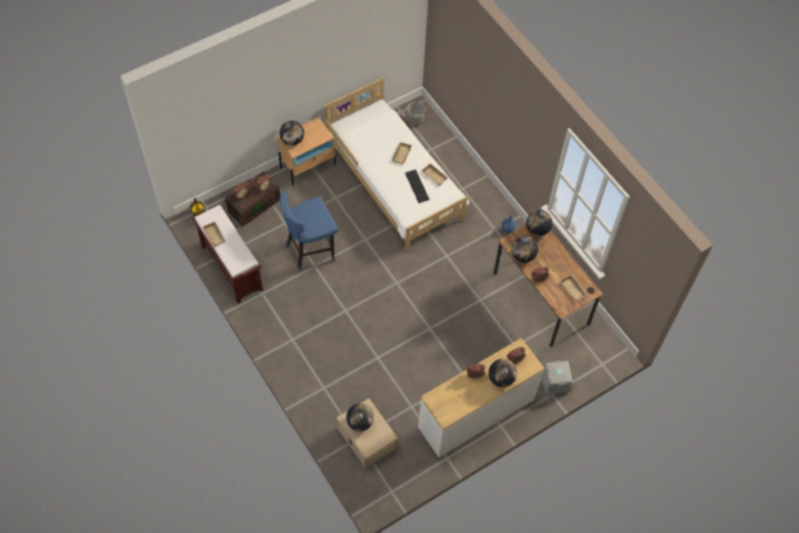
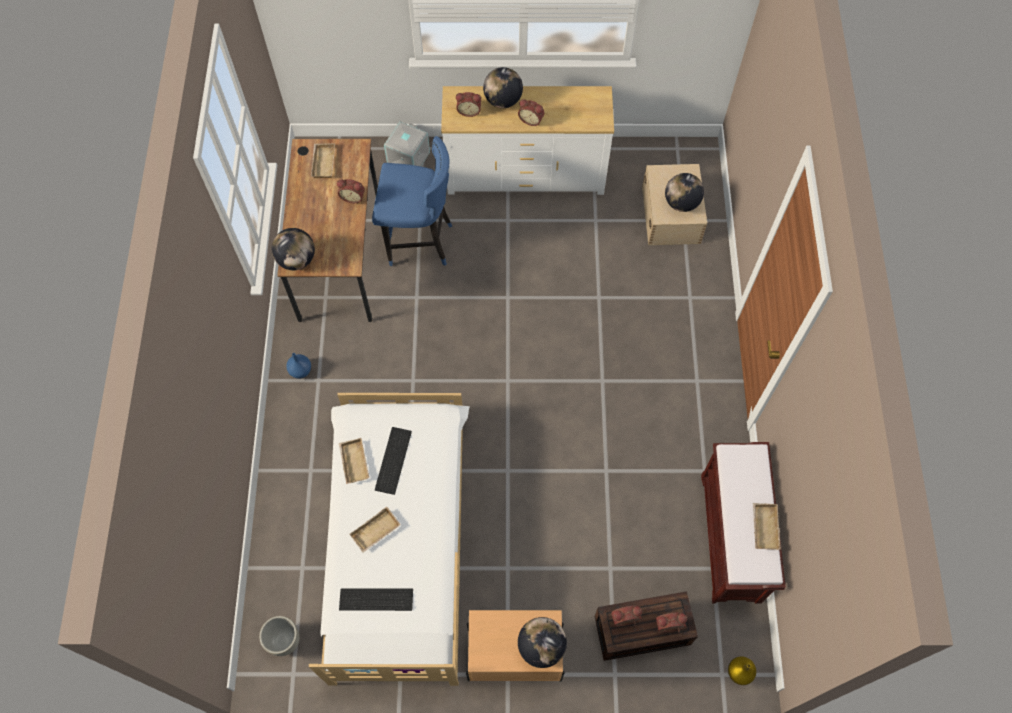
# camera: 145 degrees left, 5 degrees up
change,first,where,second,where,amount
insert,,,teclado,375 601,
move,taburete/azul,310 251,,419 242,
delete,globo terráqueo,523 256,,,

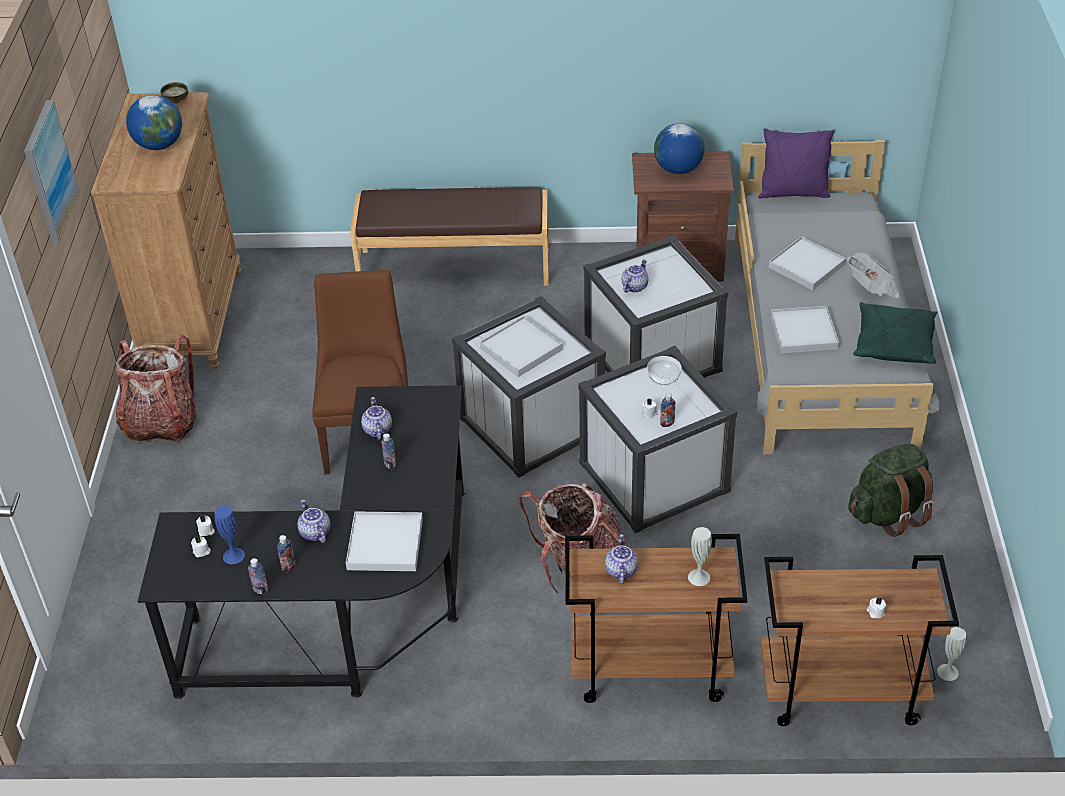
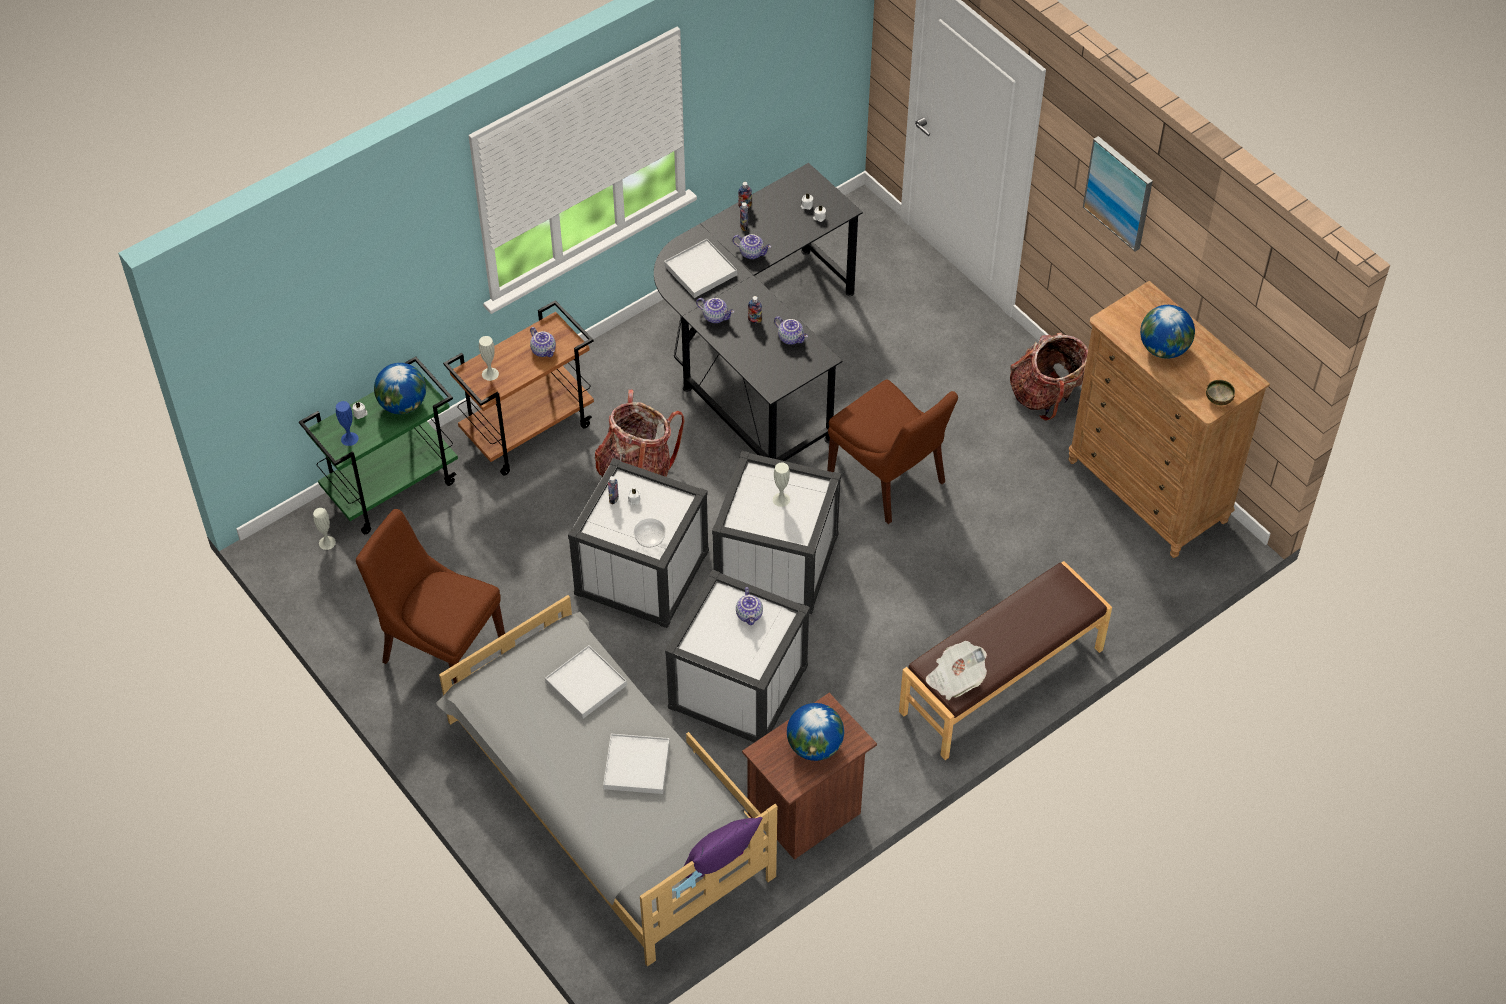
# camera: 140 degrees right, 10 degrees up
change,first,where,second,where,amount
recolor,carrito/marrón,840 692,carrito/verde,392 487,
move,florero/azul,233 556,,349 439,
replace,mochila/verde,889 513,silla/marrón,440 647,
insert,,,globo terráqueo,403 404,
insert,,,tetera,716 316,
replace,bandeja/blanco,521 349,florero/blanco,781 499,
move,periódico,872 288,,955 678,
delete,cojín/verde,893 344,,,

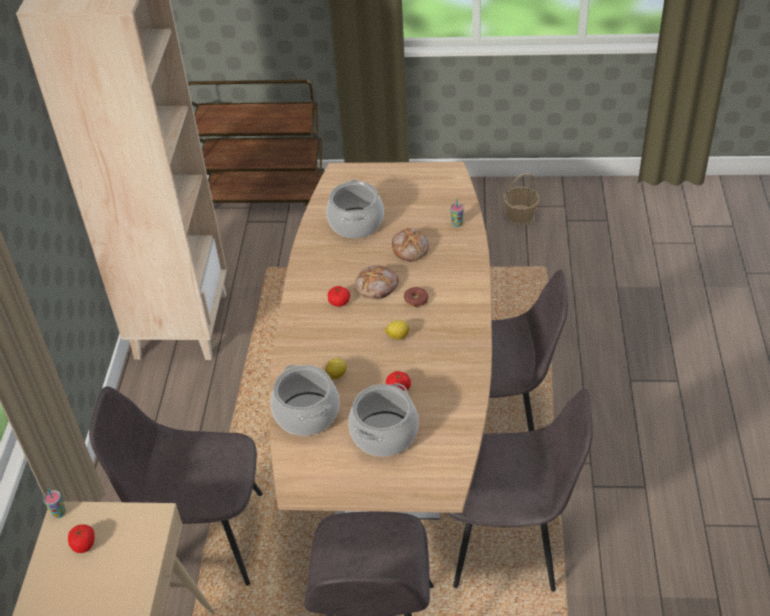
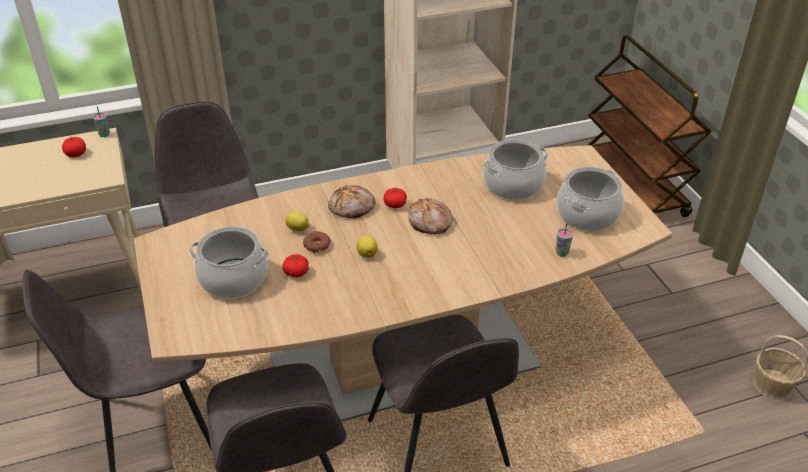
# camera: 65 degrees right, 5 degrees down
change,first,where,second,where,amount
move,rosquilla,416 300,,317 246,
move,pan,411 249,,352 208,
move,olla,307 414,,588 215,

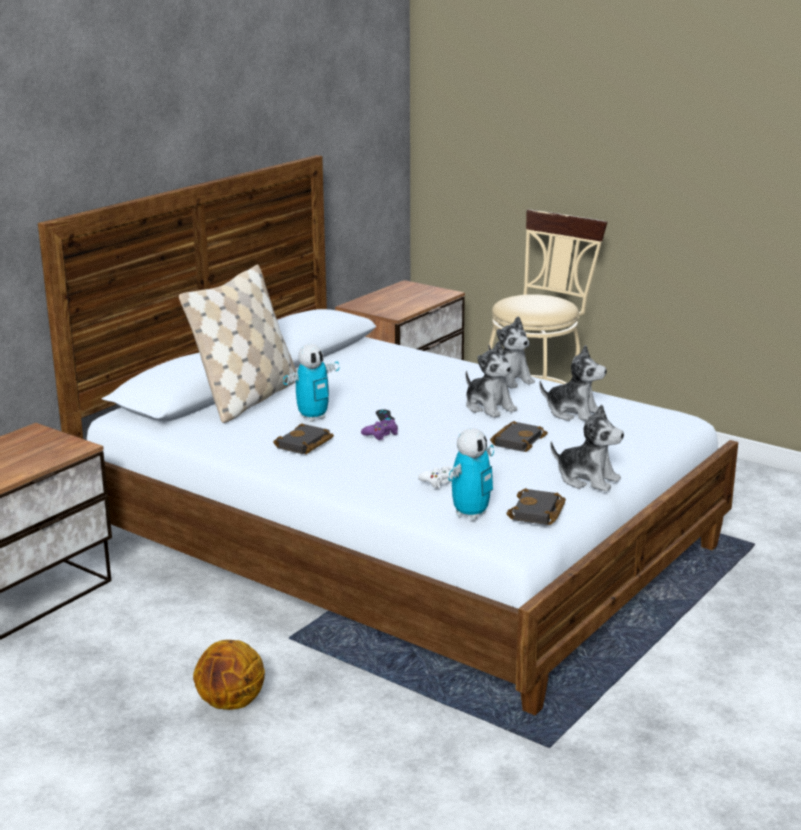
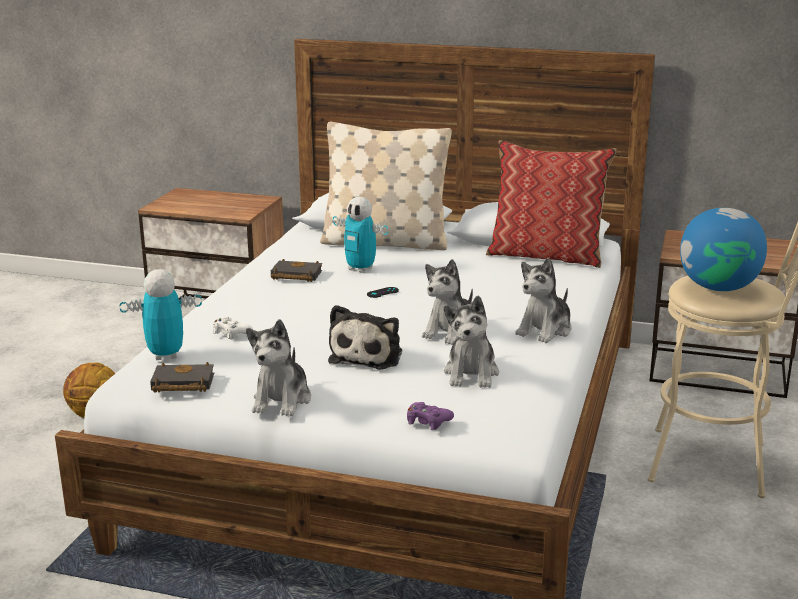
# camera: 70 degrees right, 0 degrees up
change,first,where,second,where,amount
rotate,robot de juguete,471 514,,165 355,150 degrees clockwise
replace,libro/negro,517 440,peluche,368 355,
move,mando de consola/morado,381 434,,427 421,
insert,,,cojín,546 255,
insert,,,globo terráqueo,718 287,

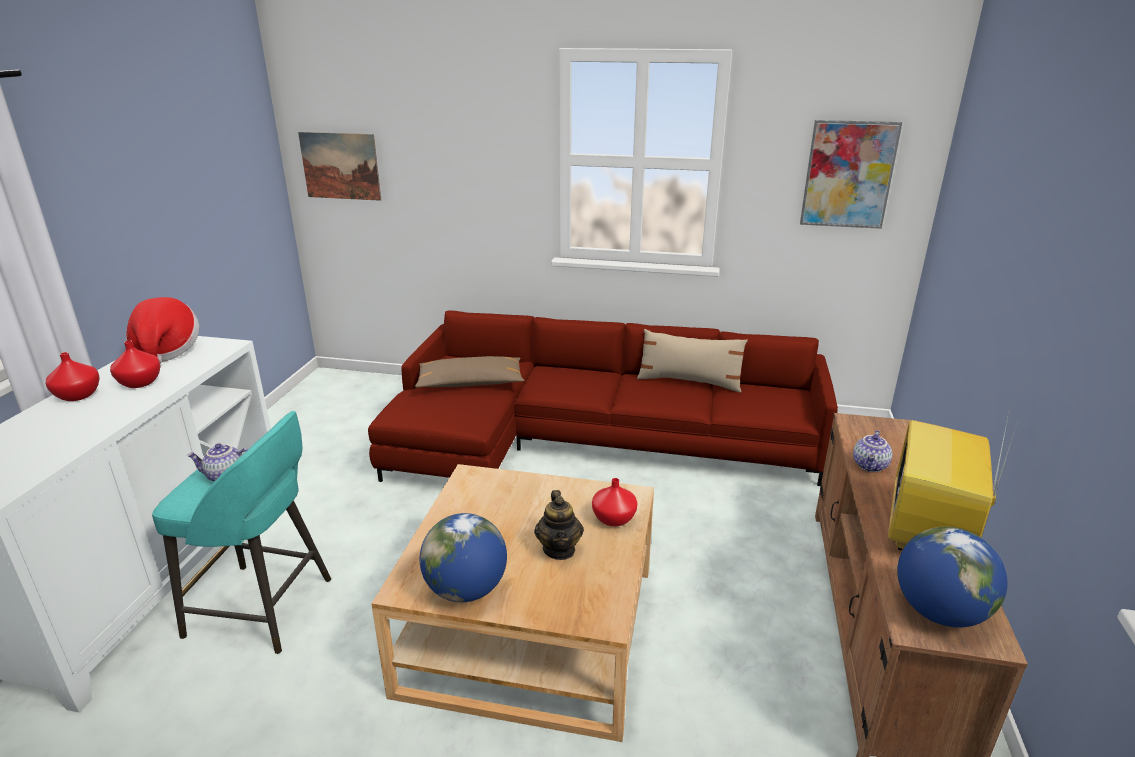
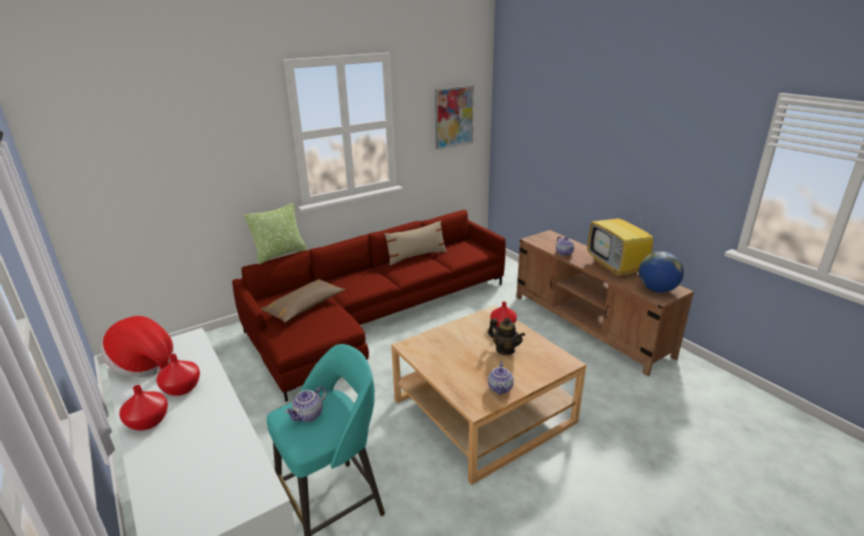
# camera: 45 degrees left, 0 degrees up
change,first,where,second,where,amount
insert,,,cojín,280 254,
replace,globo terráqueo,466 590,tetera,500 388,
delete,cuadro,340 166,,,

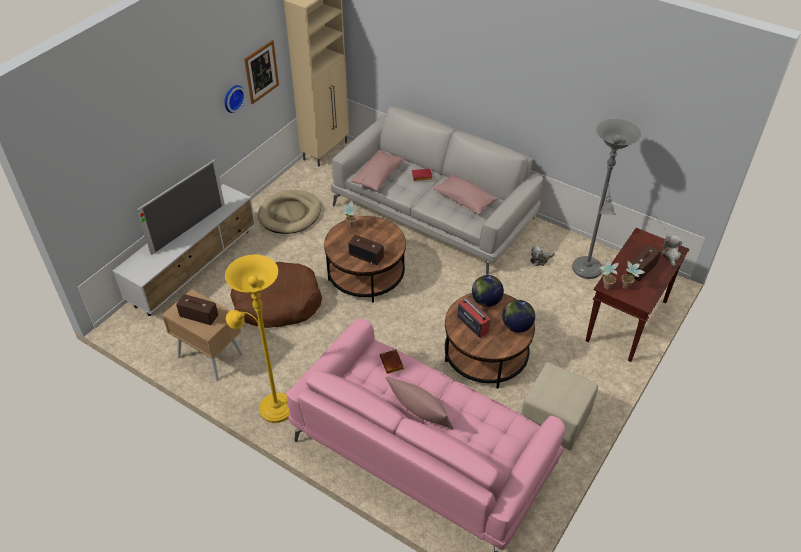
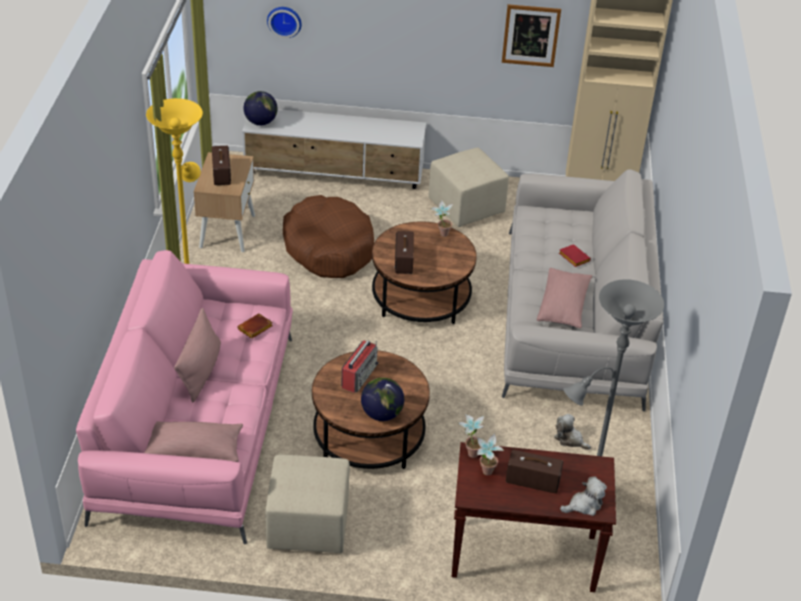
# camera: 60 degrees right, 5 degrees down
change,first,where,second,where,amount
move,cojín/rosa,378 176,,194 451,
move,globo terráqueo,486 301,,260 122,
move,reloj de pared,232 98,,284 20,
replace,cama para perro/beis,290 214,puf/beis,467 207,
delete,televisor,188 228,,,

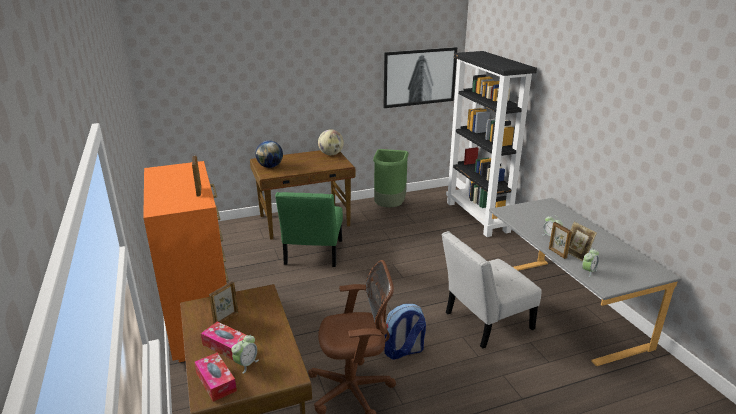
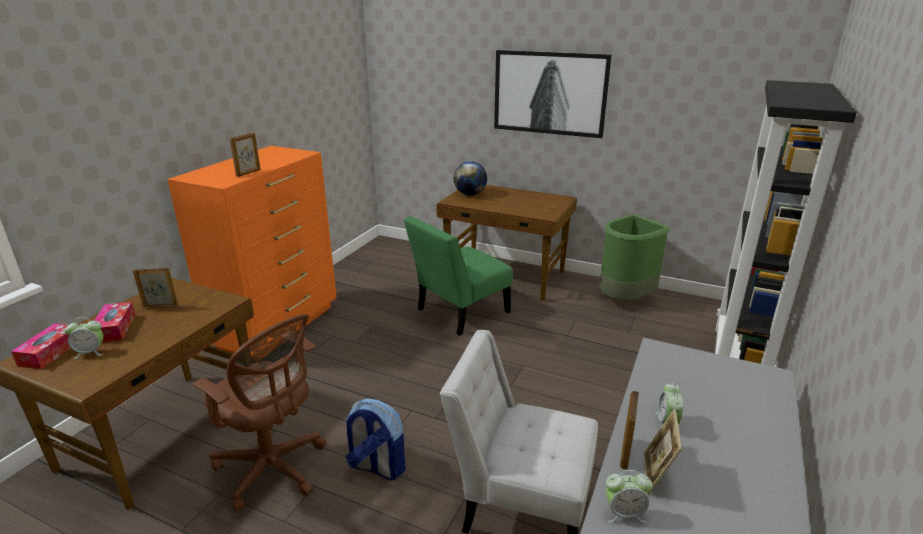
# camera: 45 degrees right, 0 degrees up
change,first,where,second,where,amount
move,cuadro,419 77,,550 93,
delete,globo terráqueo,331 154,,,

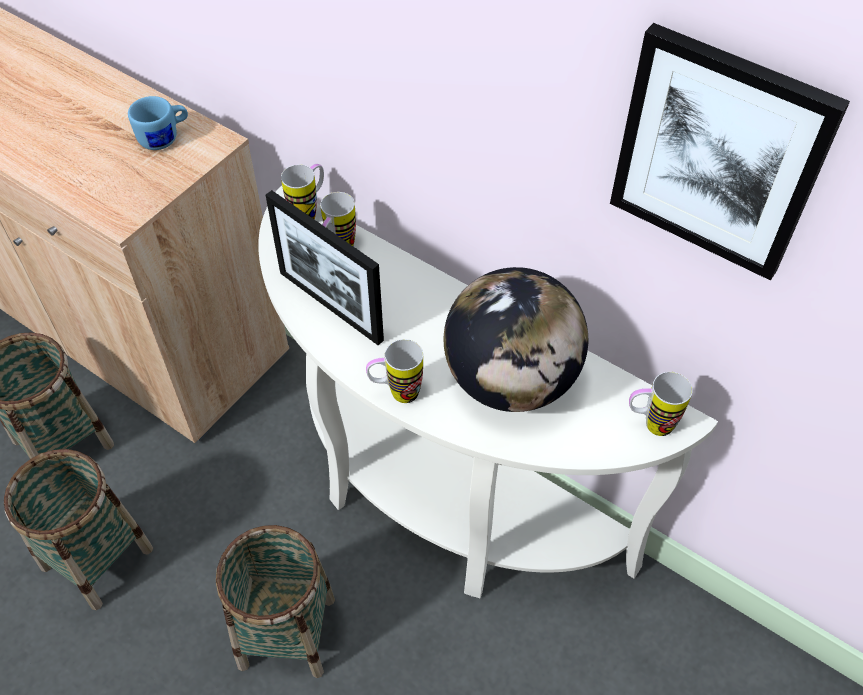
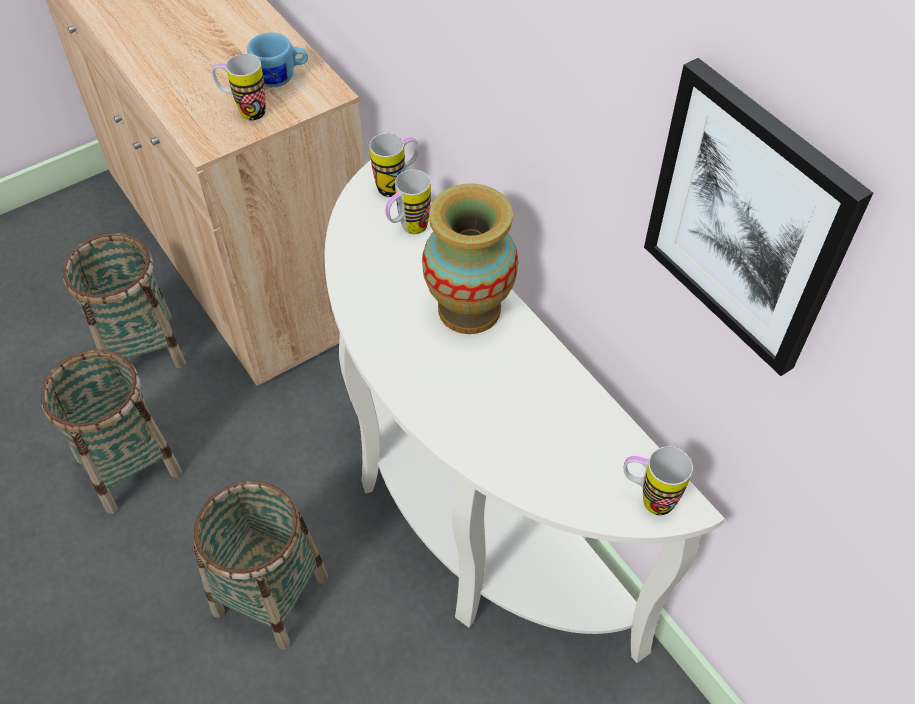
# camera: 20 degrees right, 0 degrees up
change,first,where,second,where,amount
move,taza grande,396 393,,244 111,
insert,,,florero,469 309,
delete,portarretratos,330 306,,,
delete,globo terráqueo,510 380,,,

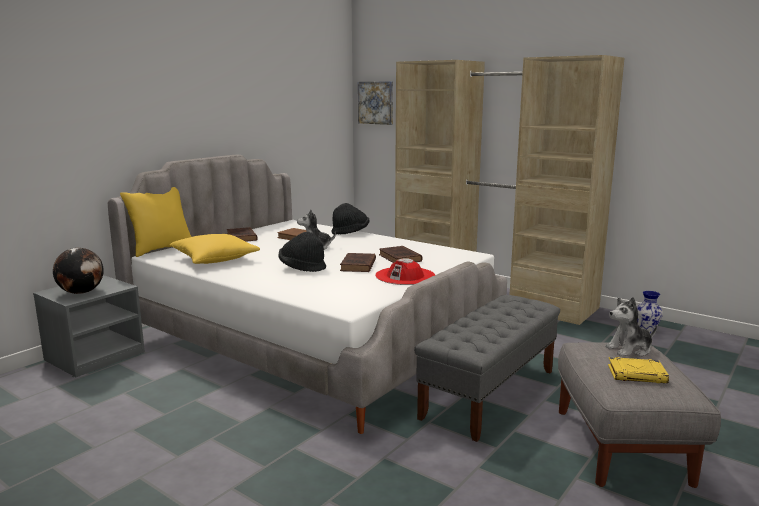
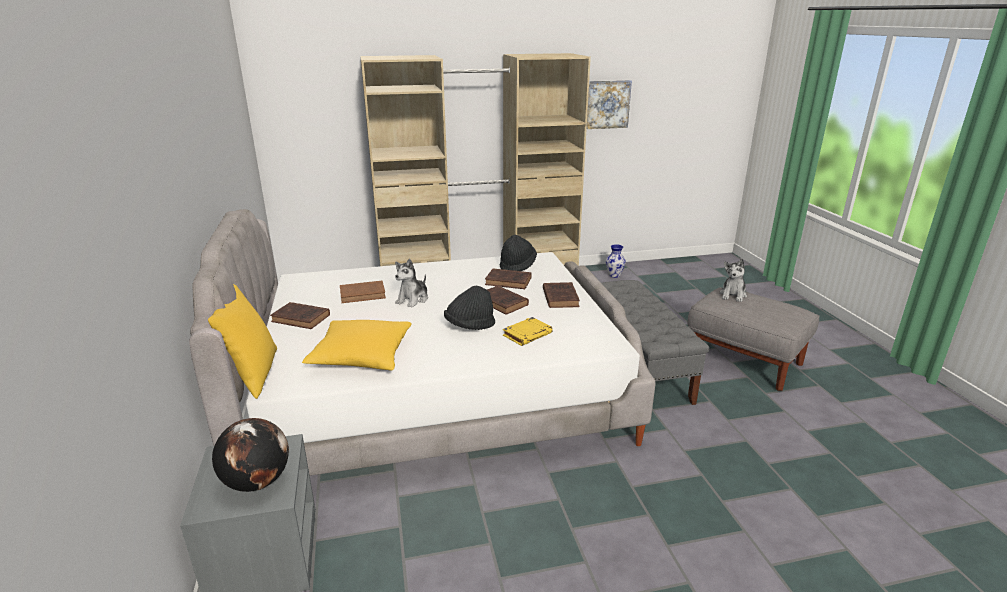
# camera: 50 degrees left, 10 degrees up
change,first,where,second,where,amount
move,sombrero/negro,350 233,,517 266,
move,libro/amarillo,637 374,,527 334,
replace,sombrero/rojo,405 276,libro/marrón,560 297,
move,cuadro,376 102,,606 104,

